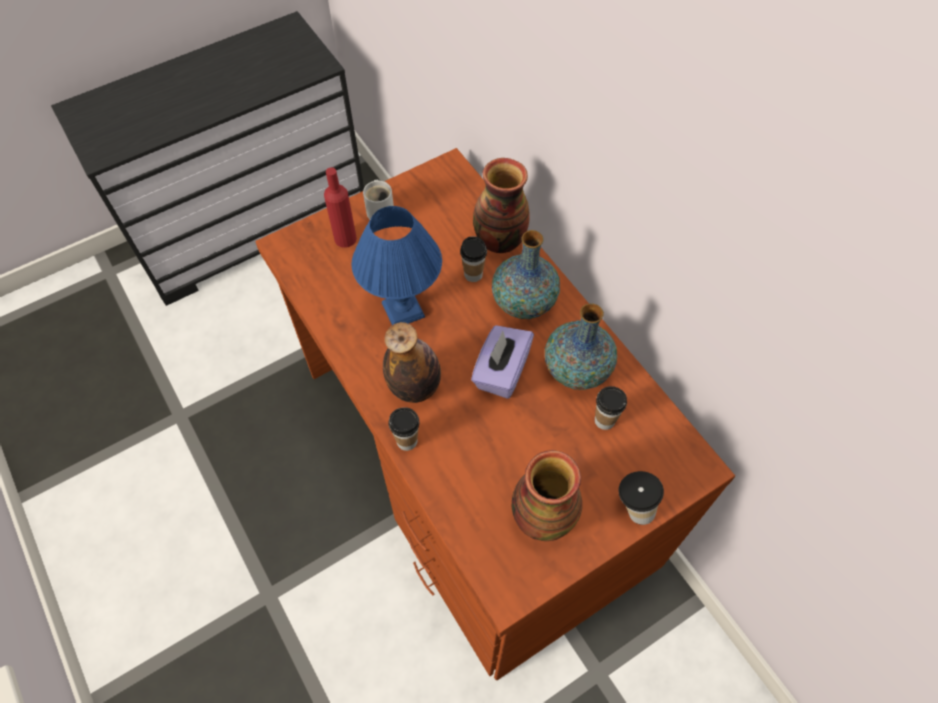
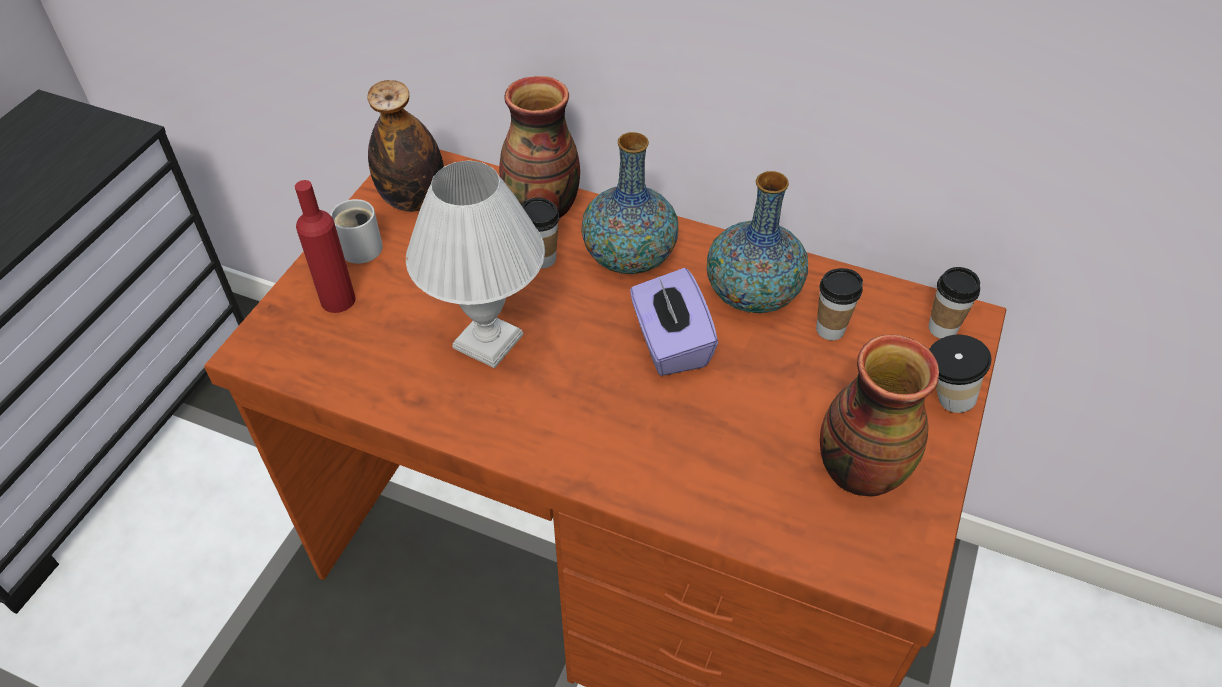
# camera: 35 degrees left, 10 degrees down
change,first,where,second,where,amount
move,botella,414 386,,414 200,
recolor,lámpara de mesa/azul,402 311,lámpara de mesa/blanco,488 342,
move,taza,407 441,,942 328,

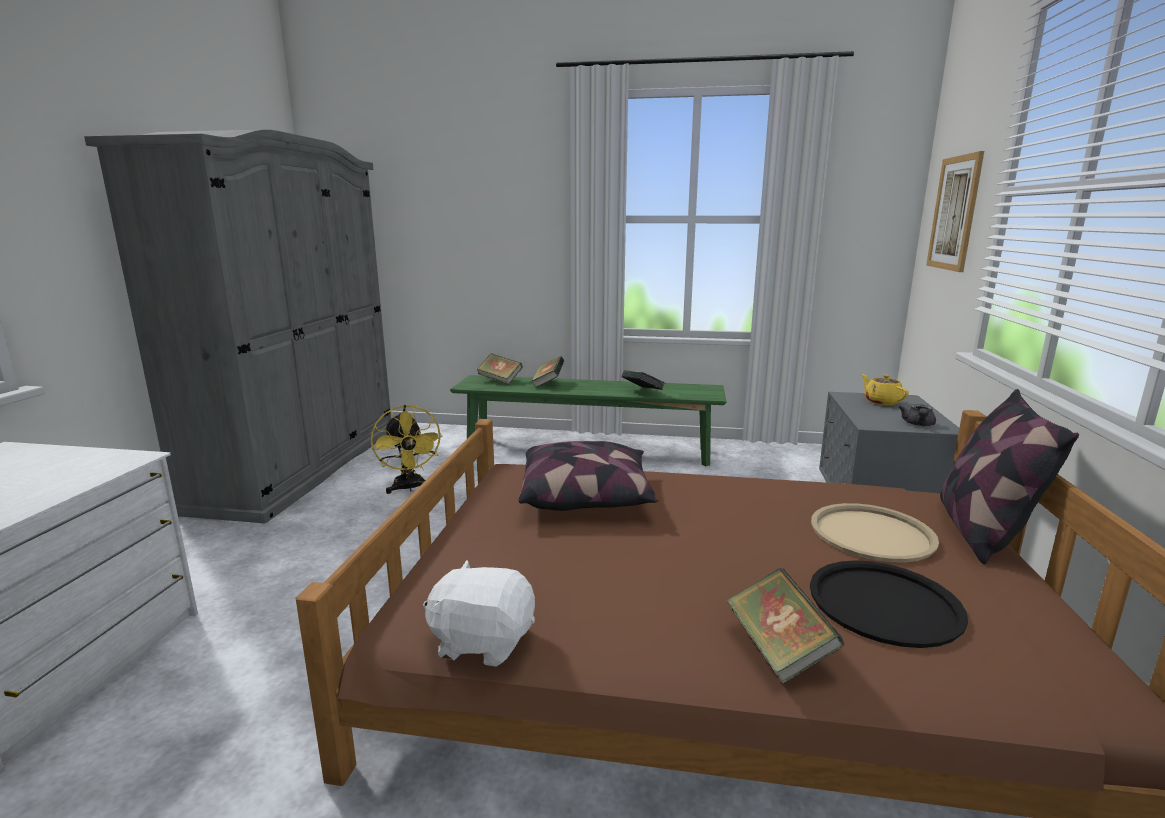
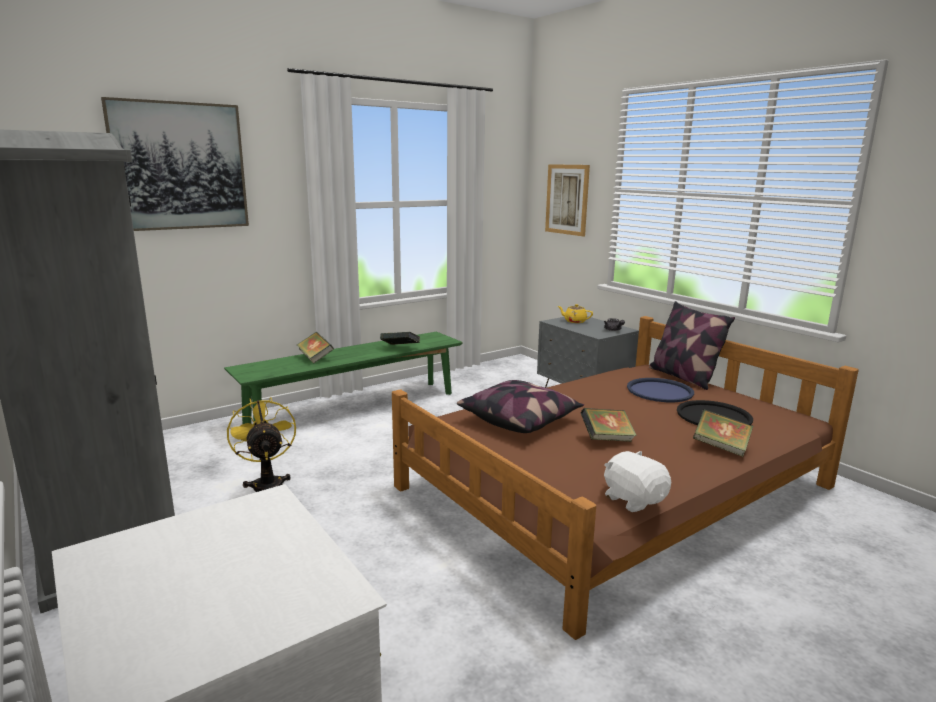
# camera: 45 degrees left, 0 degrees up
change,first,where,second,where,amount
insert,,,cuadro,180 166,
rotate,ventilador/amarillo,409 488,,267 484,135 degrees counterclockwise
move,libro,500 380,,607 439,
rotate,peluche/blanco,482 641,,634 499,90 degrees clockwise
recolor,bandeja/beis,872 533,bandeja/azul,659 391,

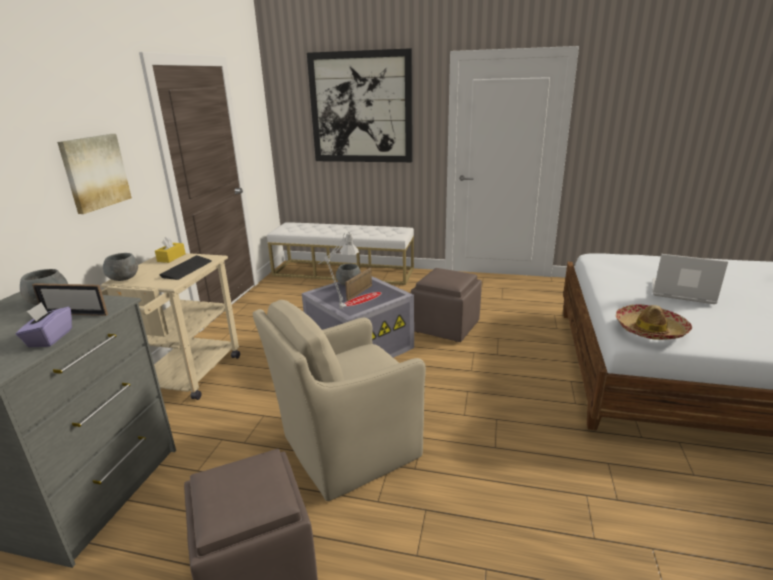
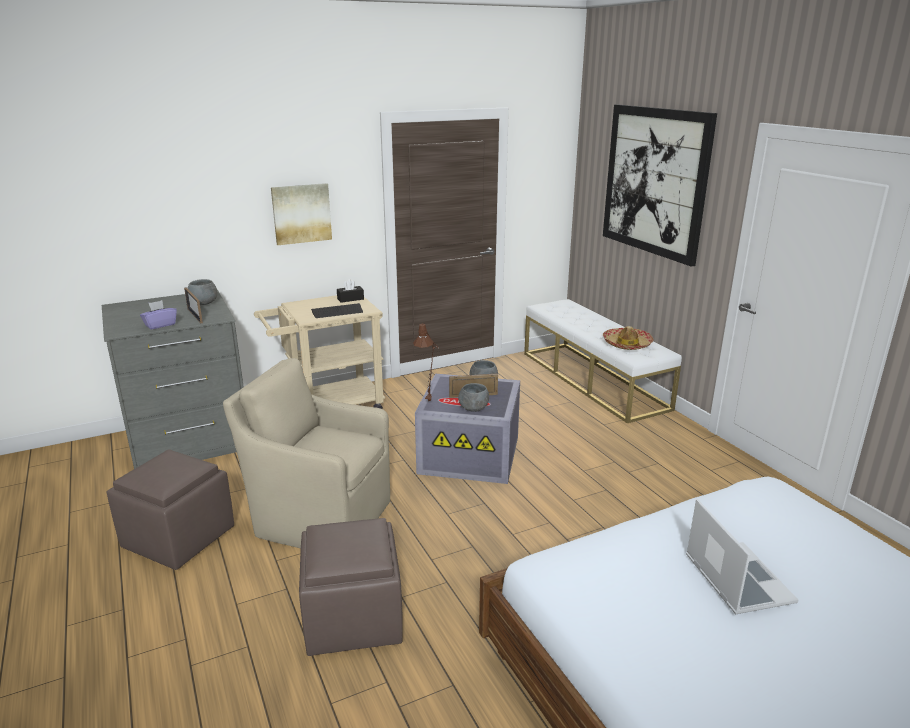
# camera: 50 degrees right, 0 degrees up
change,first,where,second,where,amount
move,puf/marrón,446 327,,352 619,
recolor,caja de pañuelos/amarillo,171 257,caja de pañuelos/negro,350 299,
recolor,lámpara de mesa/gris,338 308,lámpara de mesa/marrón,430 399,
move,cuenco/gris,123 279,,473 409,
move,sombrero,650 330,,627 344,

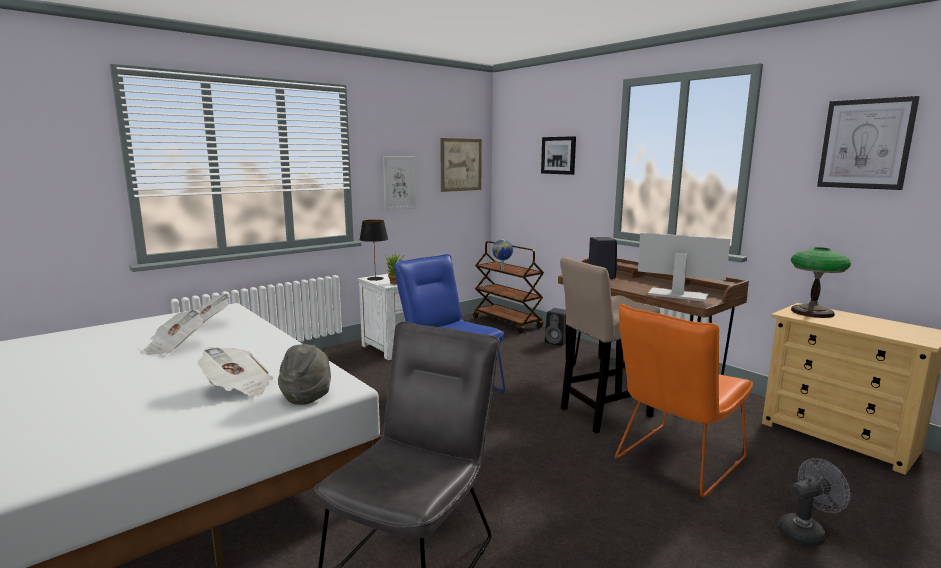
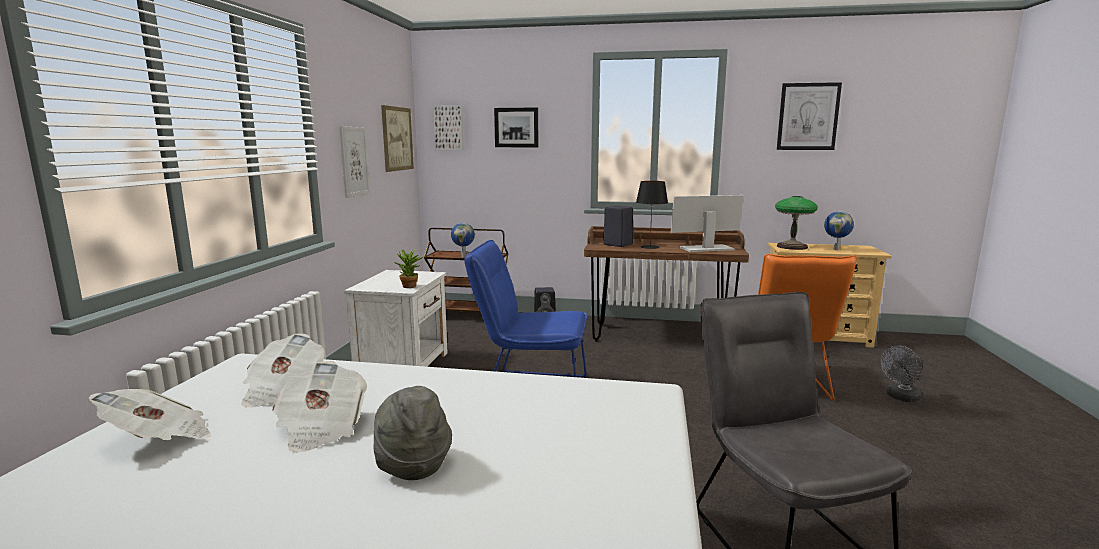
# camera: 40 degrees left, 0 degrees up
change,first,where,second,where,amount
move,periódico,238 388,,160 438,
move,sombrero/gris,307 395,,412 463,
insert,,,cuadro,449 128,
move,lámpara de mesa/negro,375 278,,649 247,
insert,,,globo terráqueo,836 249,
rotate,ventilador/gris,806 532,,900 397,150 degrees counterclockwise
delete,taburete/beis,602 414,,,

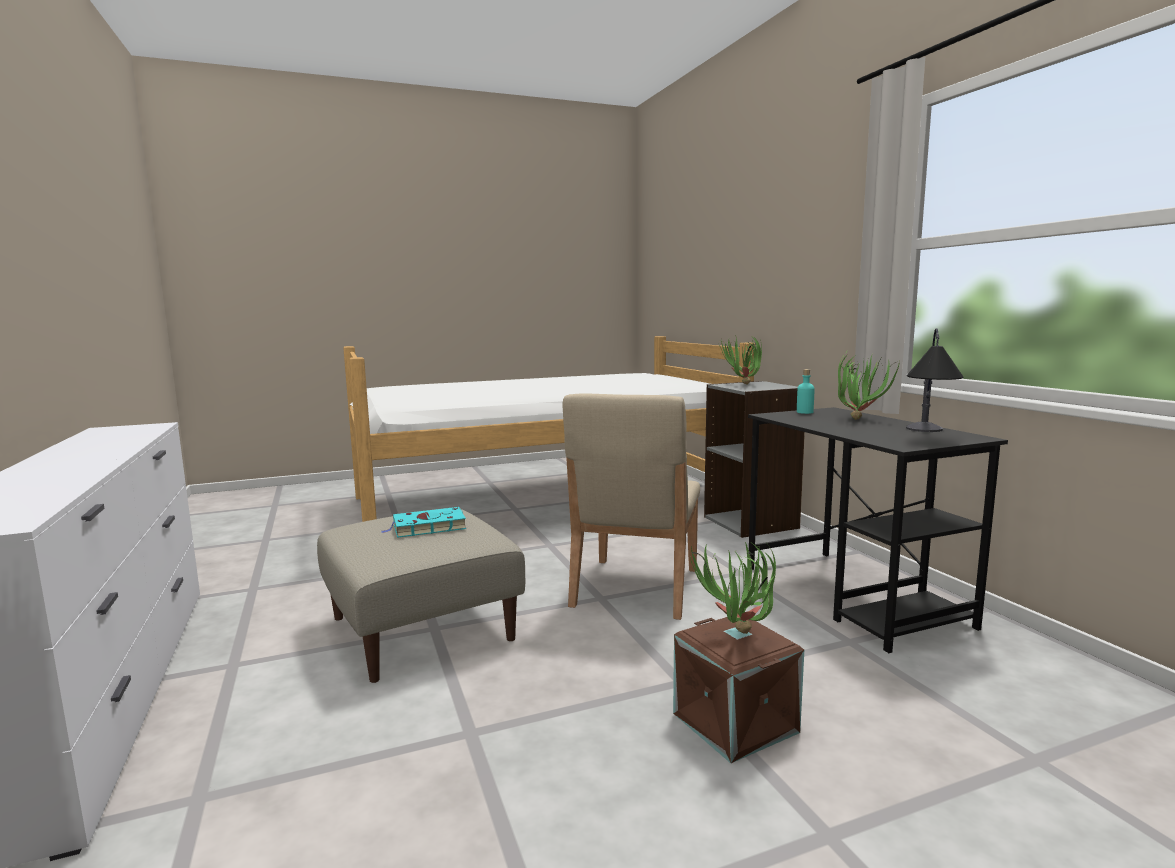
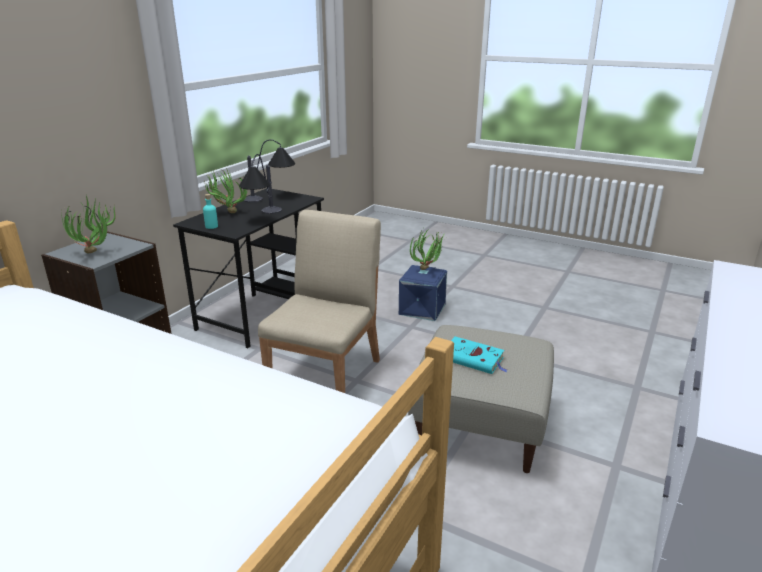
# camera: 130 degrees left, 15 degrees up
change,first,where,second,where,amount
insert,,,lámpara de mesa,263 217,
rotate,silla/beis,634 588,,326 375,45 degrees counterclockwise
recolor,caja de almacenaje/marrón,737 722,caja de almacenaje/azul,421 309,

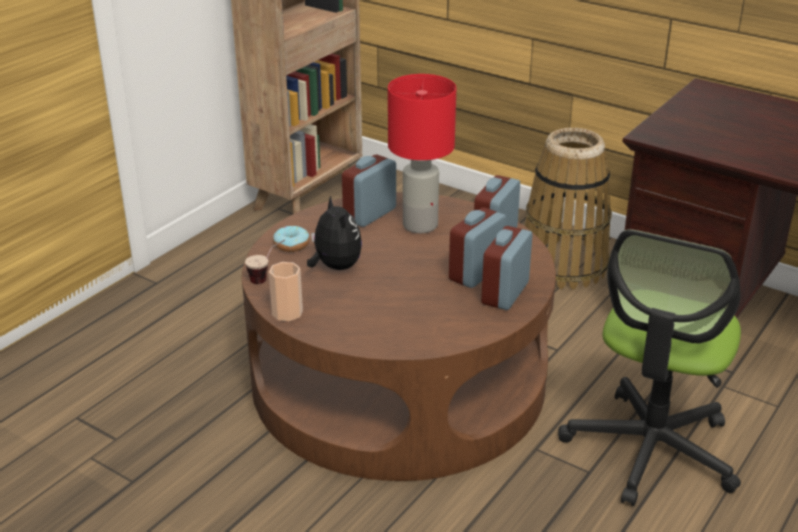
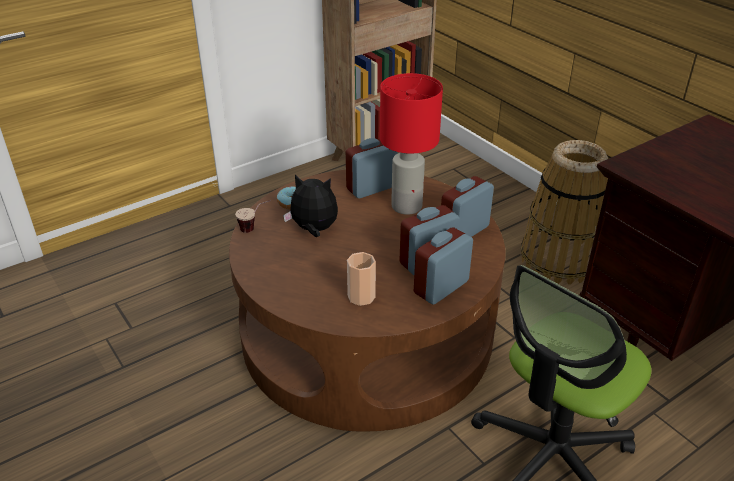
# camera: 20 degrees right, 5 degrees up
change,first,where,second,where,amount
rotate,peluche,335 267,,314 230,75 degrees counterclockwise
move,taza,287 313,,361 296,

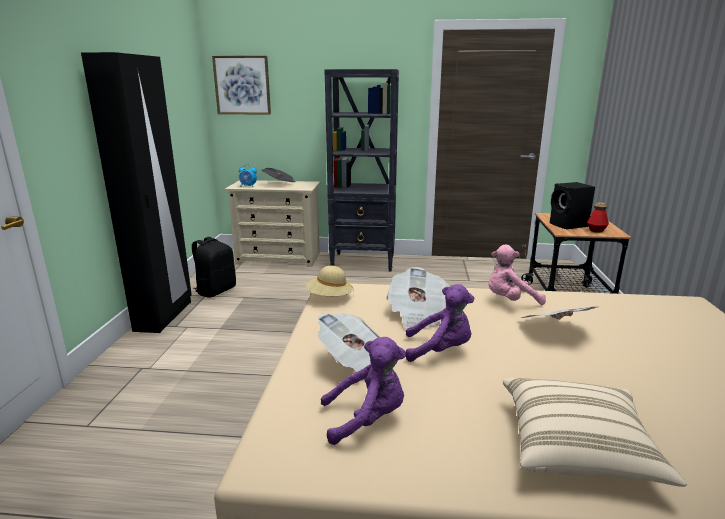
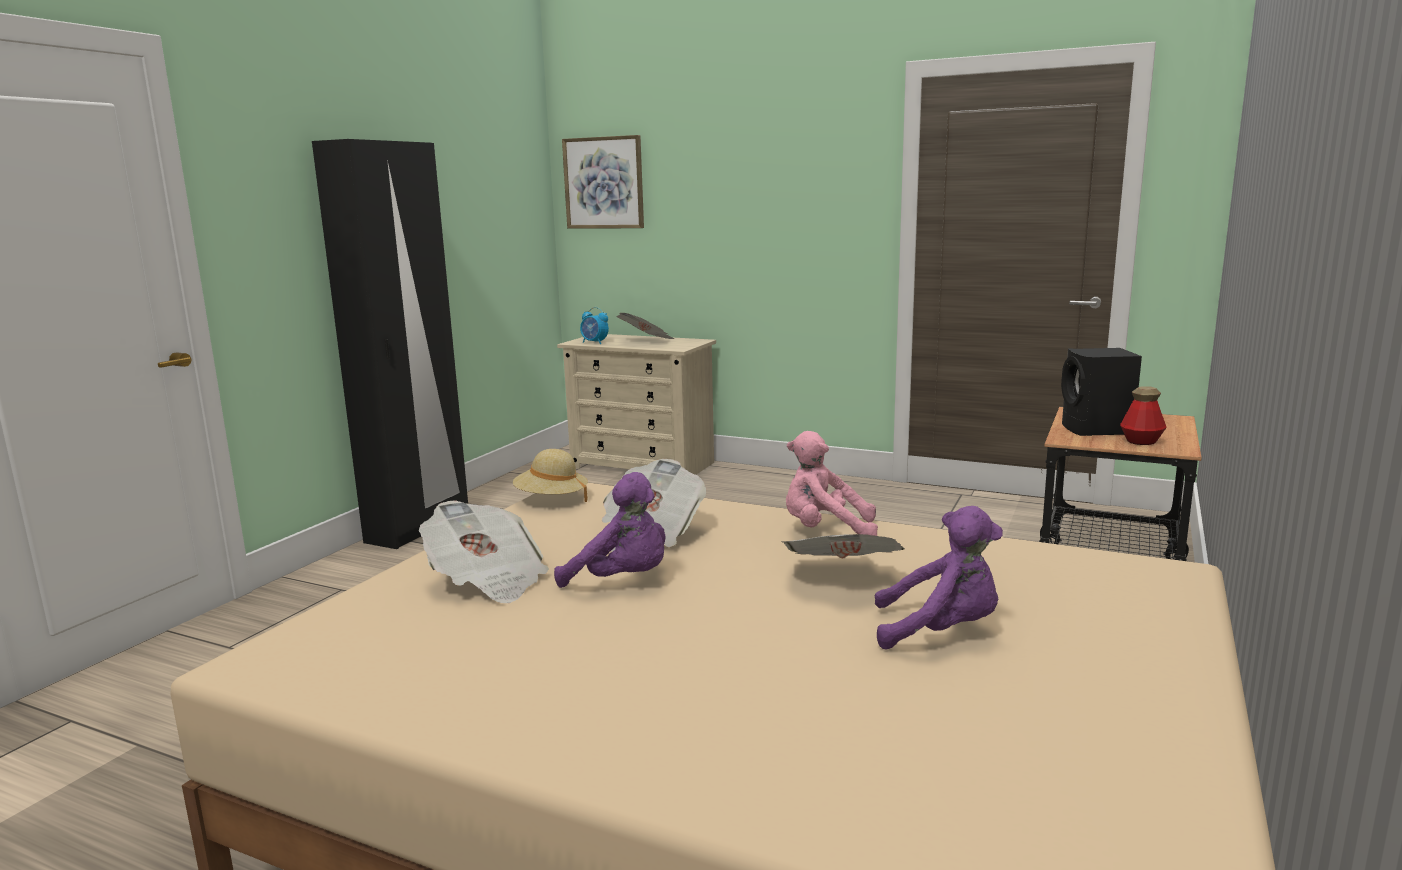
# camera: 20 degrees right, 5 degrees down
change,first,where,second,where,amount
move,peluche/morado,367 419,,940 631,
delete,mochila/negro,216 291,,,
delete,estantería/negro,364 262,,,
delete,cojín/beis,576 448,,,

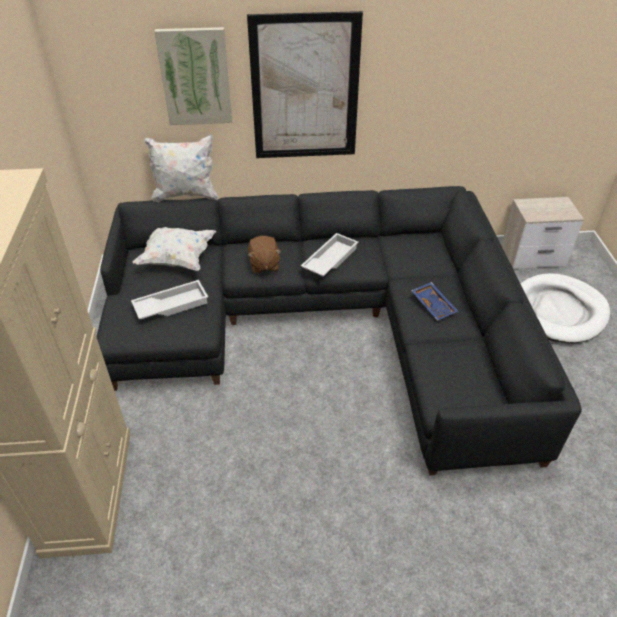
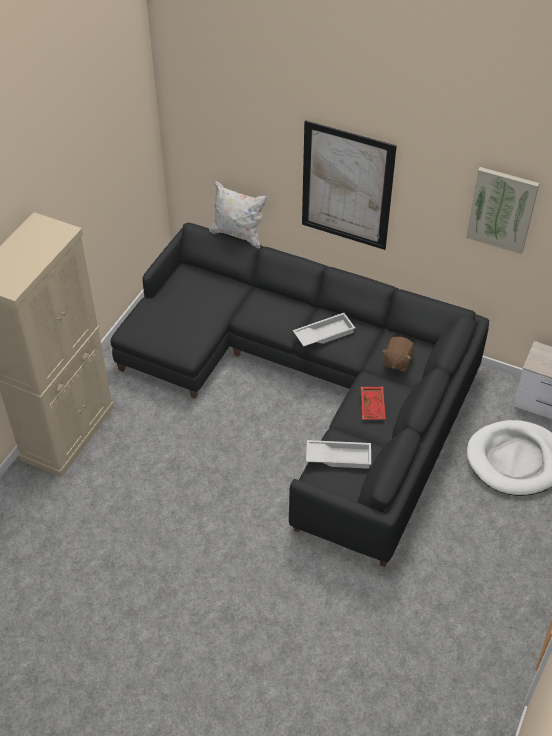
# camera: 30 degrees right, 5 degrees up
change,first,where,second,where,amount
move,bandeja/blanco,171 304,,339 456,
recolor,bandeja/azul,434 305,bandeja/rojo,373 406,
move,peluche/marrón,264 265,,397 362,
move,cuadro,195 77,,502 209,
delete,cojín/blanco,177 259,,,

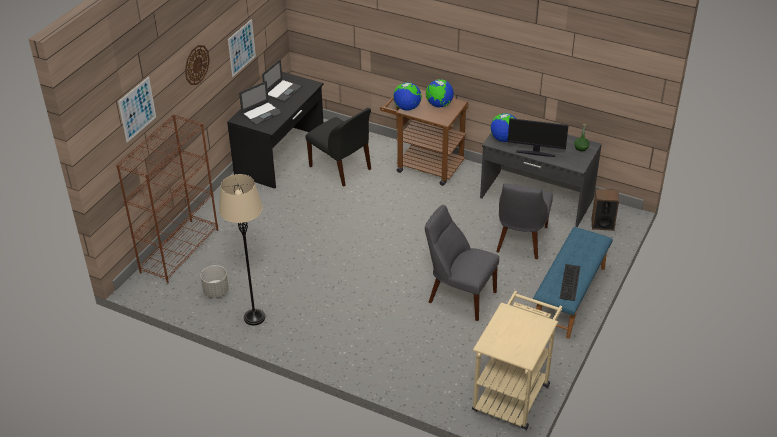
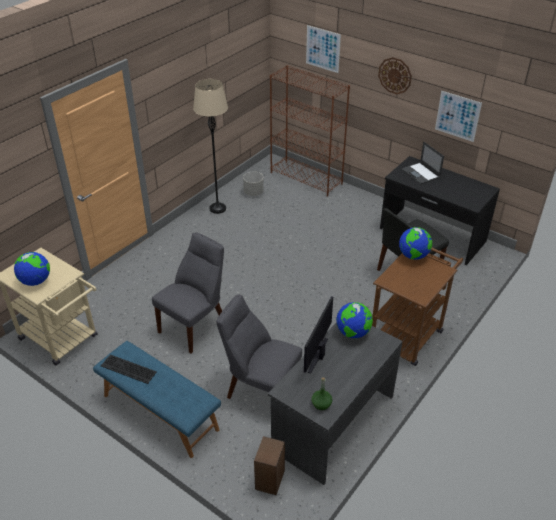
# camera: 100 degrees right, 0 degrees up
change,first,where,second,where,amount
move,globo terráqueo,439 105,,36 281,
delete,portátil,283 91,,,

